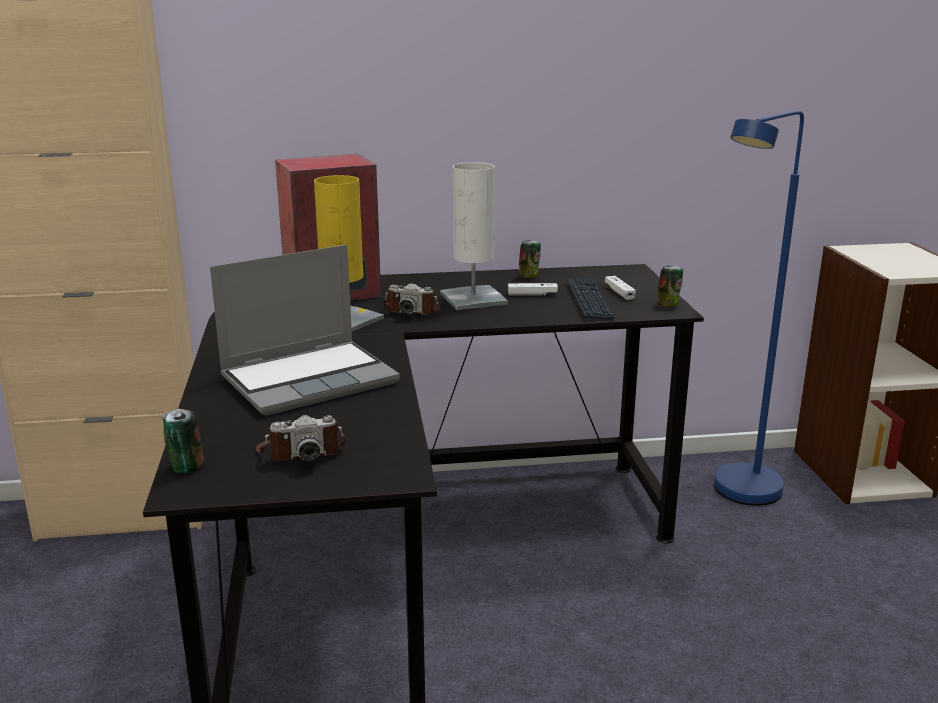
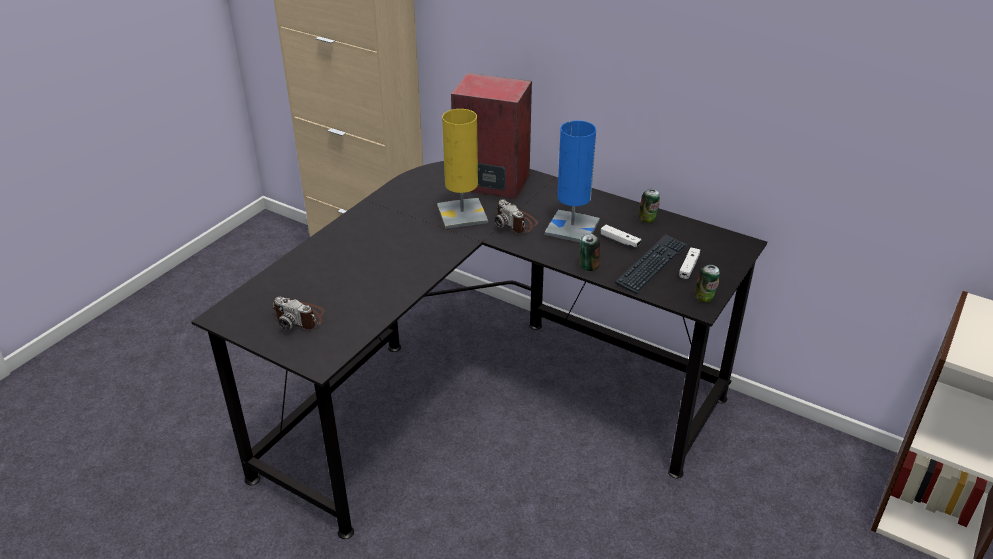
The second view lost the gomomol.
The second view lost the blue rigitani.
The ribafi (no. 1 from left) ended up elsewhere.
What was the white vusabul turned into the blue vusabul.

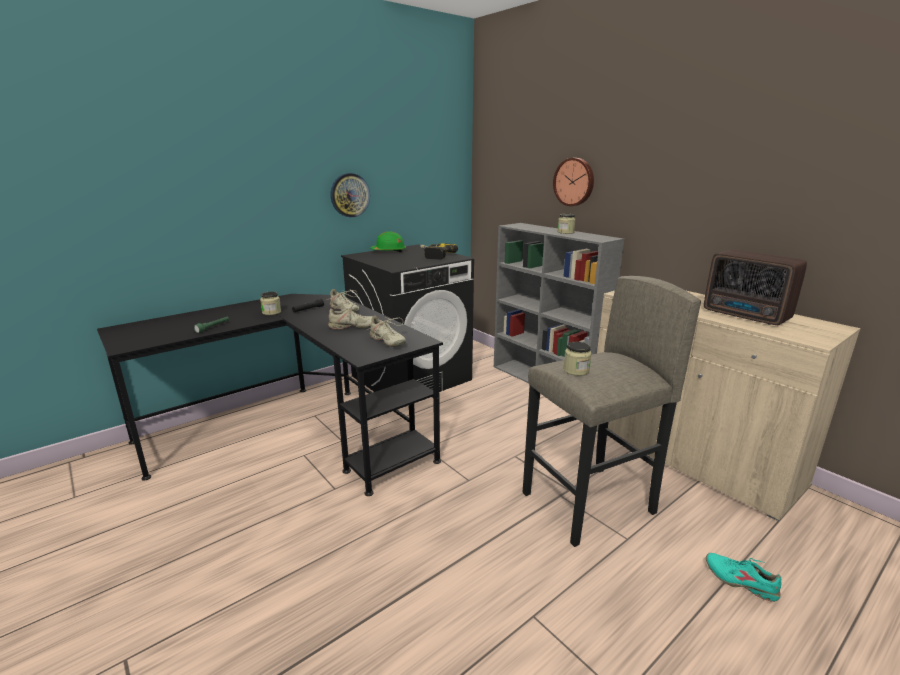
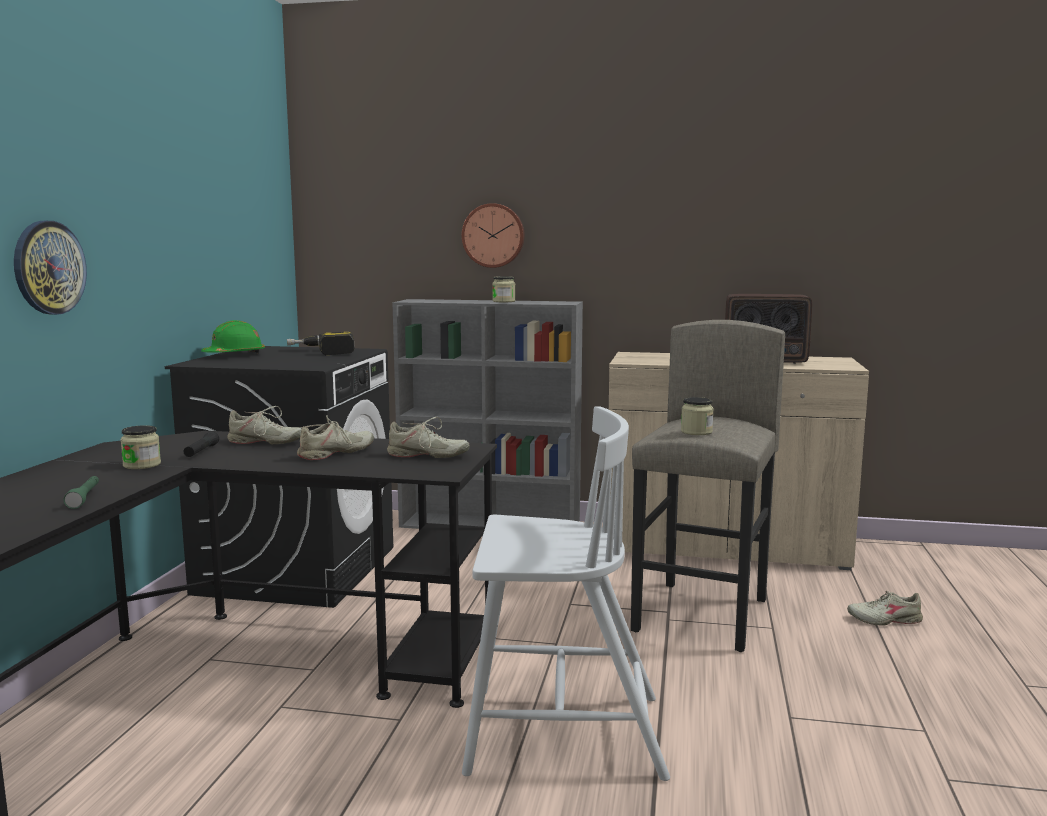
The second view gained the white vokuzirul.
The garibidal (no. 1 from left) ended up elsewhere.
What was the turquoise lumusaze turned into the beige lumusaze (no. 4 from left).

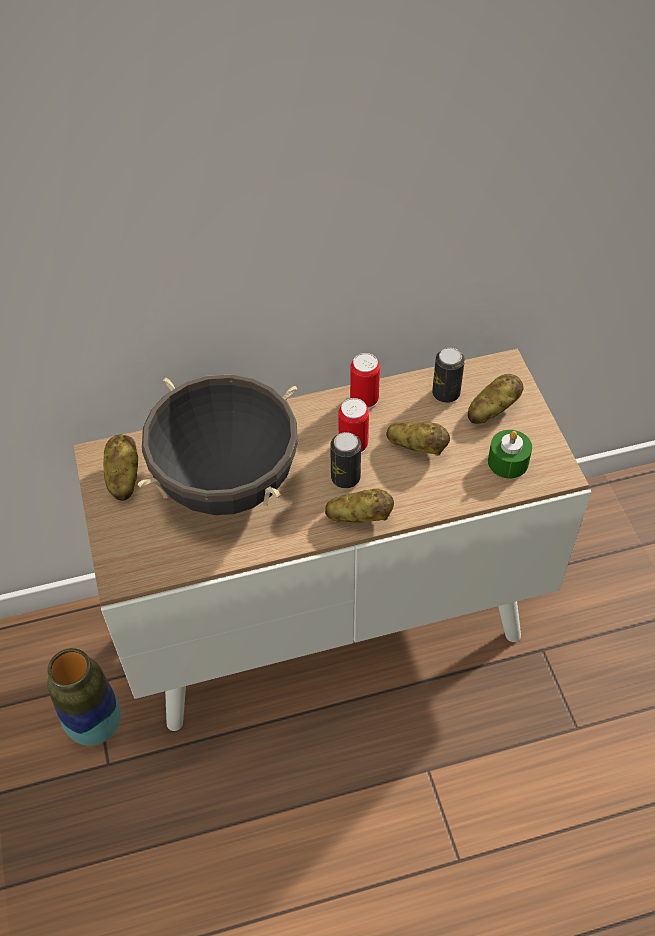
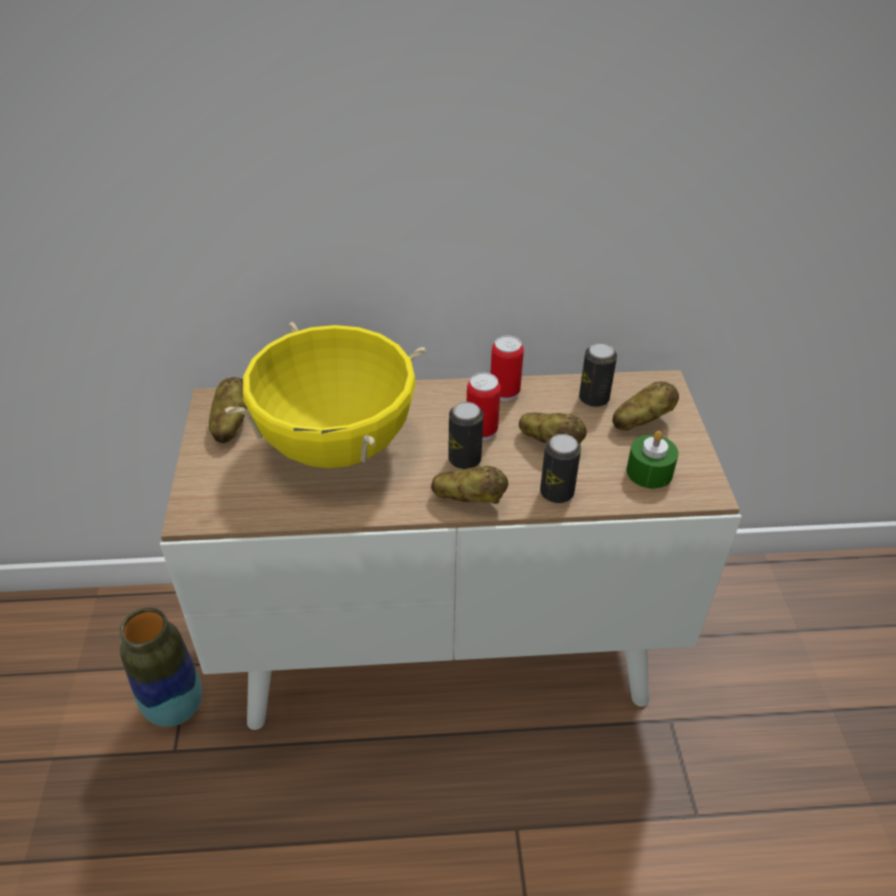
The second view gained the ribafi (no. 4 from left).
What was the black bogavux turned into the yellow bogavux.

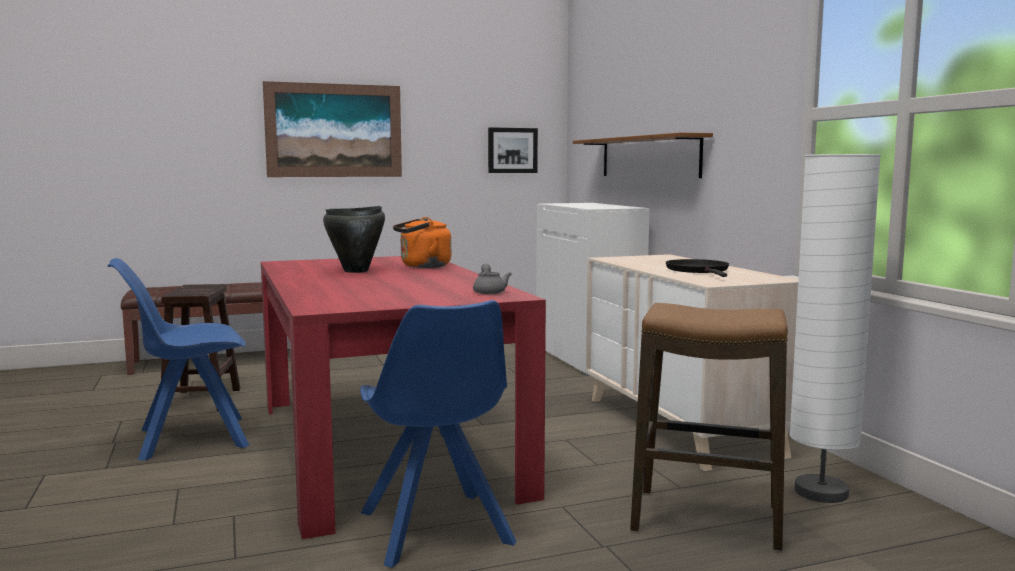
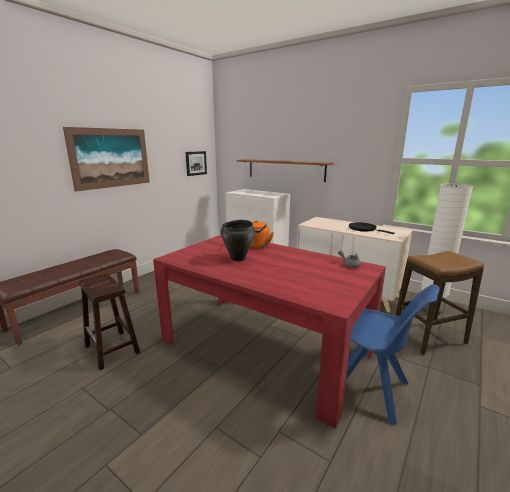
The second view lost the blue vokuzirul (no. 1 from left).

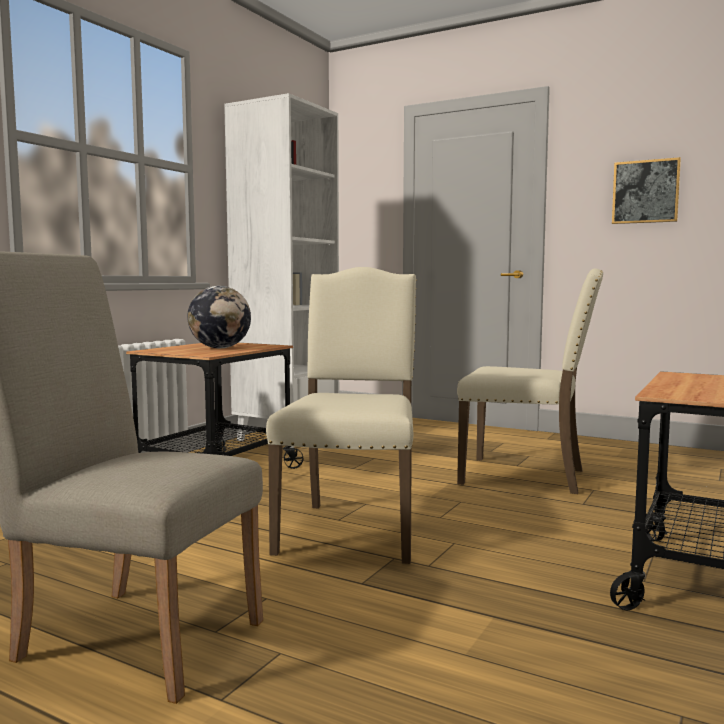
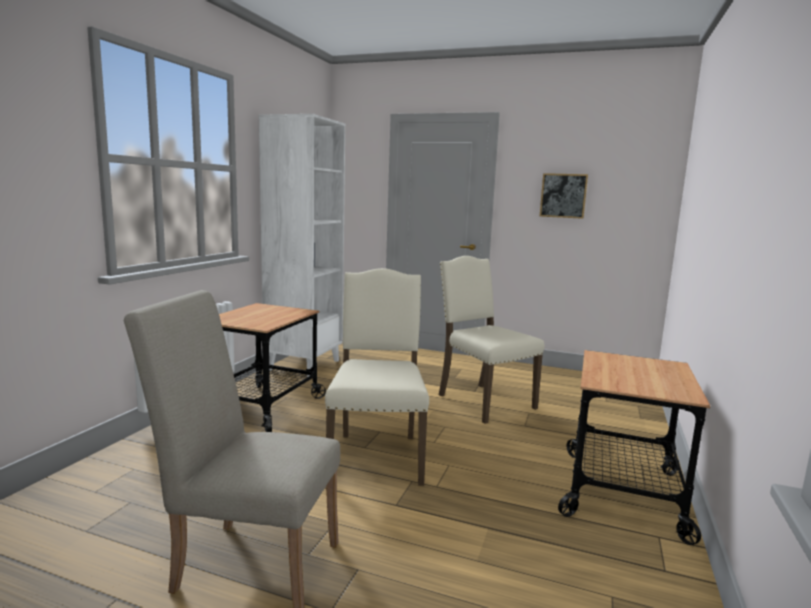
The second view lost the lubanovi.
The beige vokuzirul (no. 3 from left) ended up facing another way, 135 degrees counterclockwise from before.

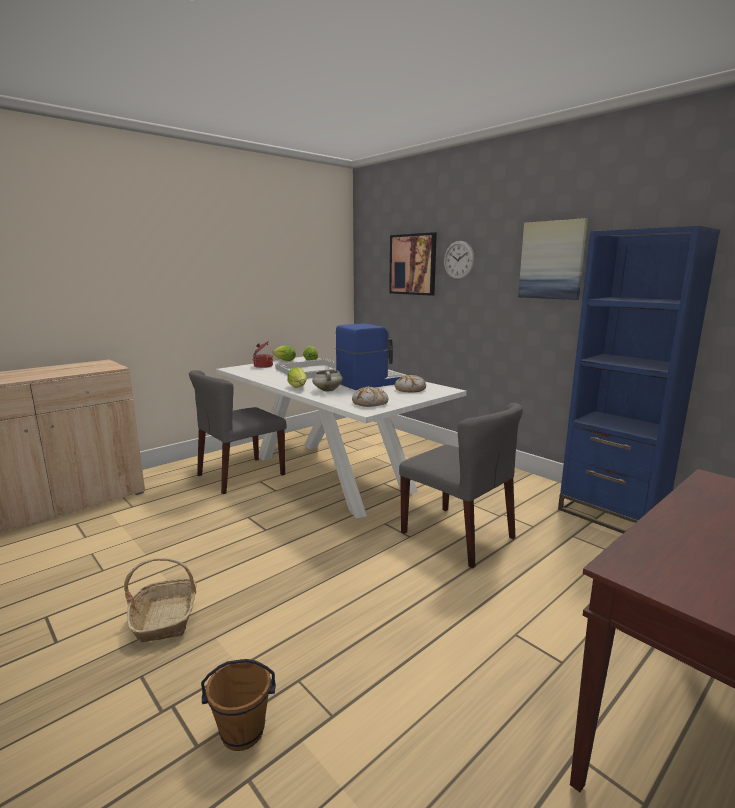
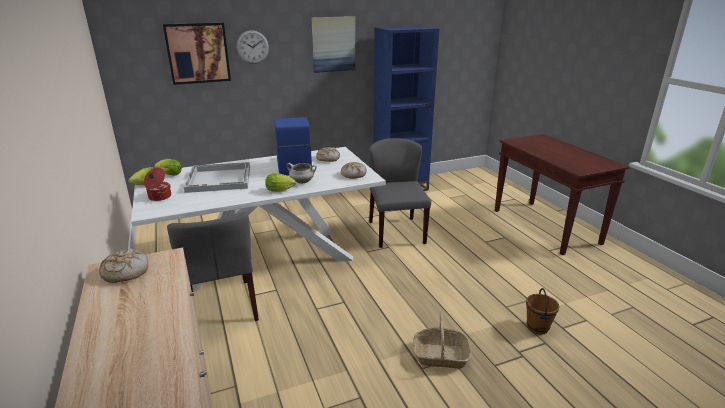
The second view gained the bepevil (no. 1 from left).
The grey vokuzirul (no. 2 from left) ended up facing another way, 75 degrees counterclockwise from before.

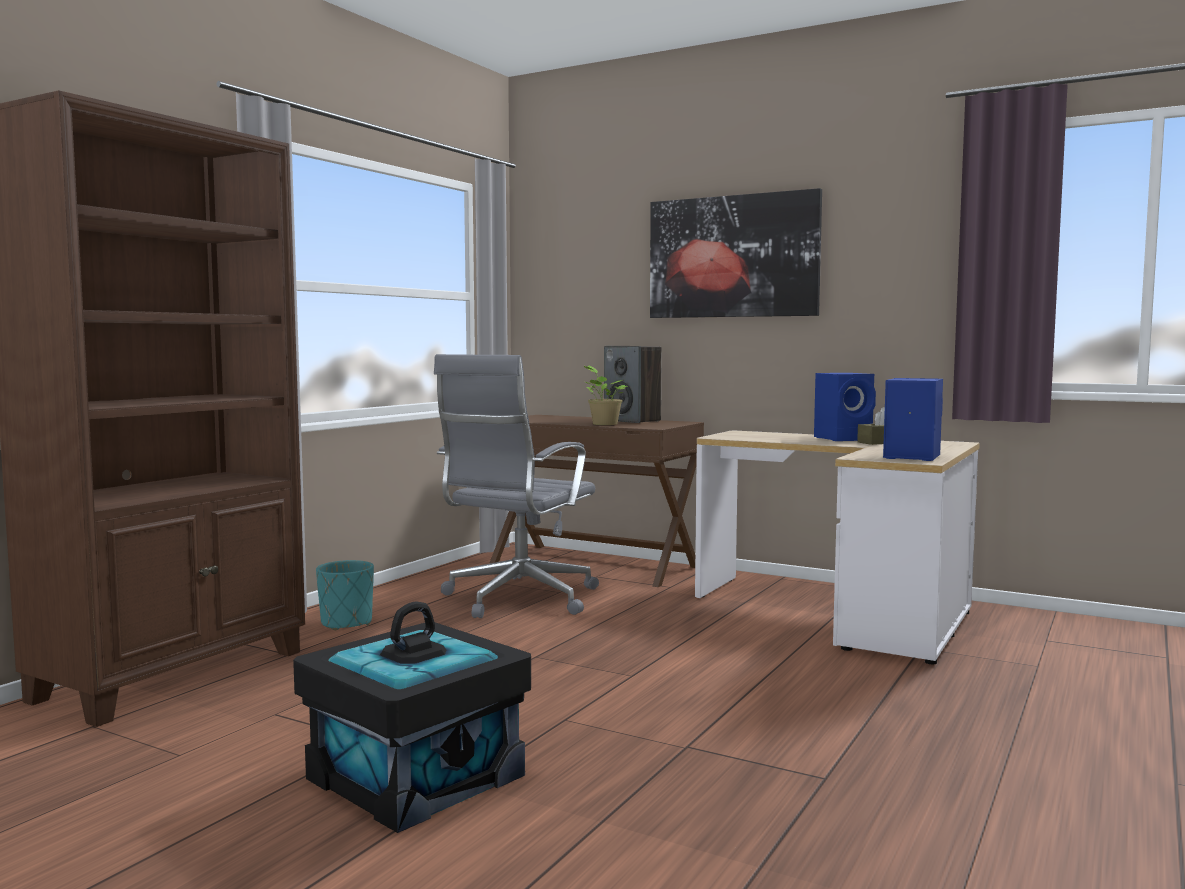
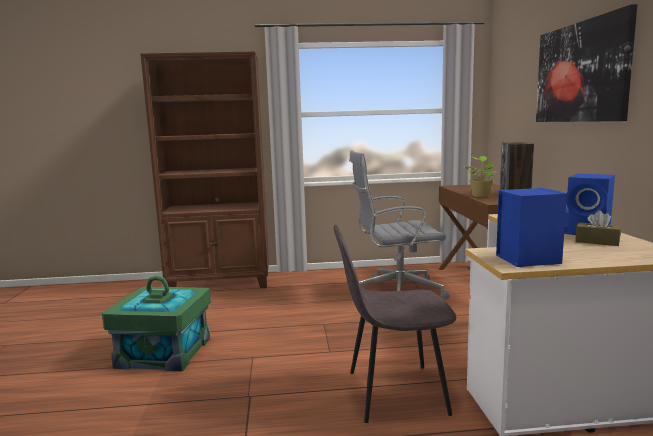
The second view lost the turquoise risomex.
The second view gained the grey vokuzirul.
What was the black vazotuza turned into the green vazotuza.

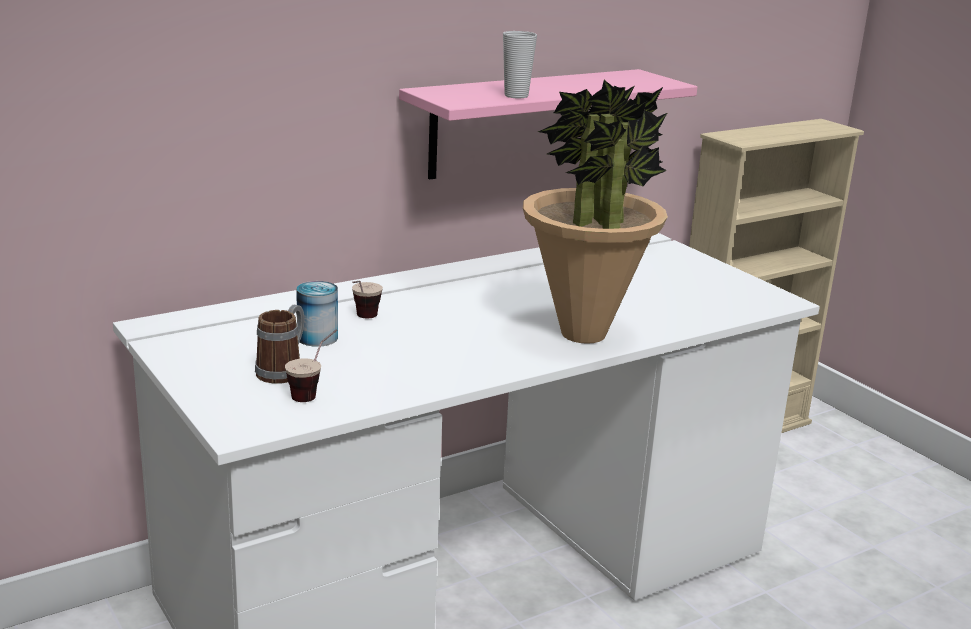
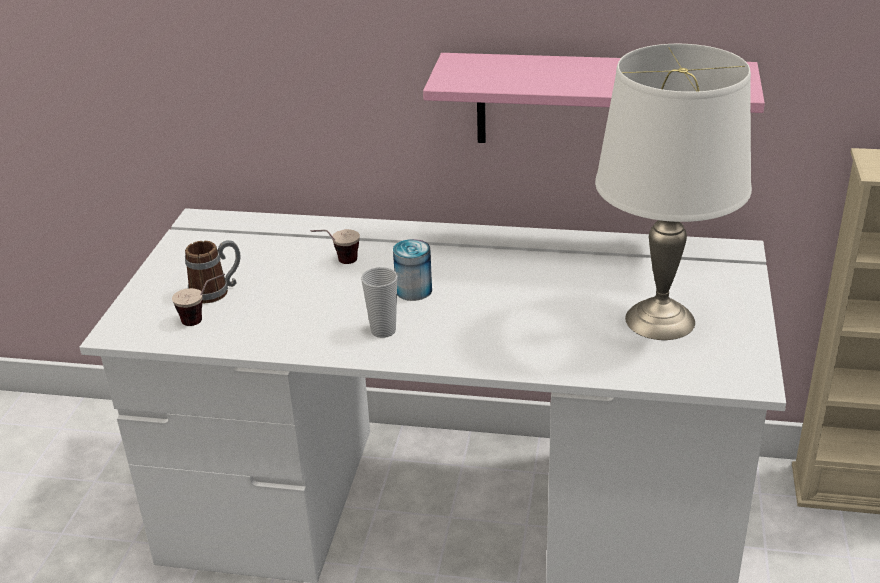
The second view lost the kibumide.
The second view gained the white vusabul.
The ribafi ended up elsewhere.
The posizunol (no. 3 from left) ended up elsewhere.

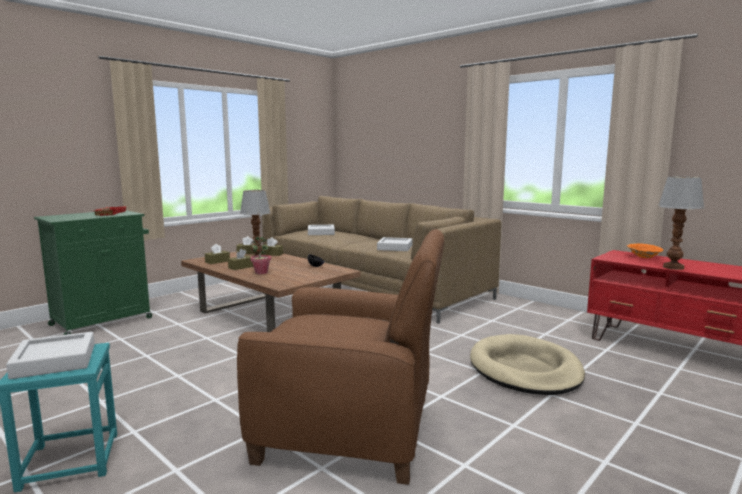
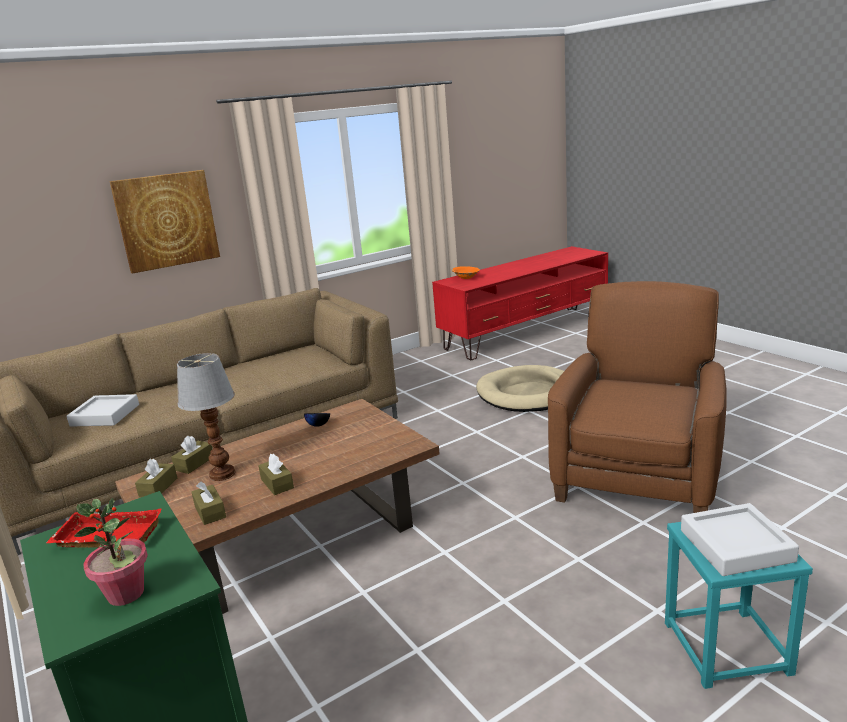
The second view lost the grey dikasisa (no. 3 from left).
The second view lost the vusabul (no. 2 from left).
The second view gained the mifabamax.
The kibumide ended up elsewhere.

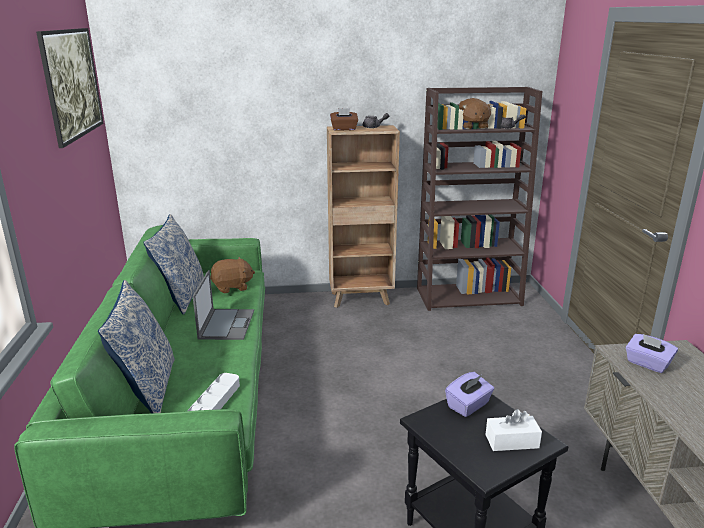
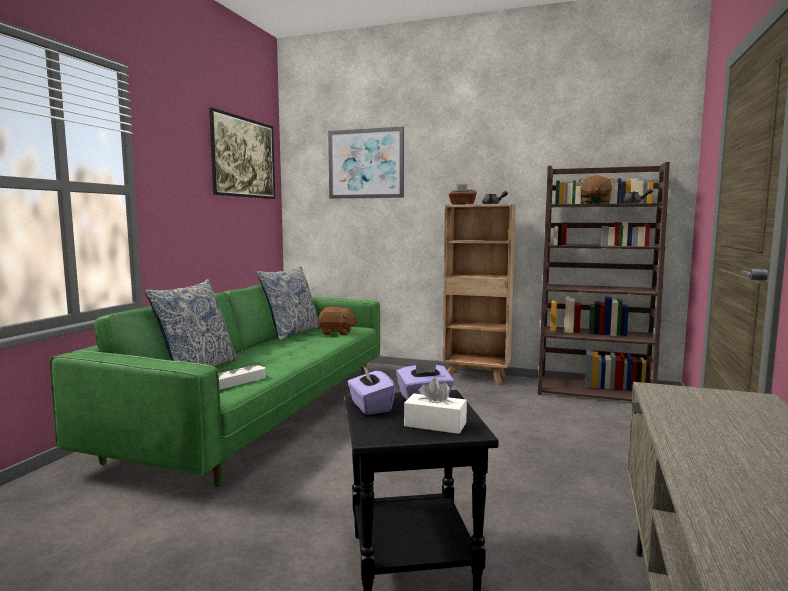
The second view lost the gomomol.
The second view gained the mifabamax (no. 2 from left).
The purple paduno (no. 2 from left in the first image) ended up elsewhere.

